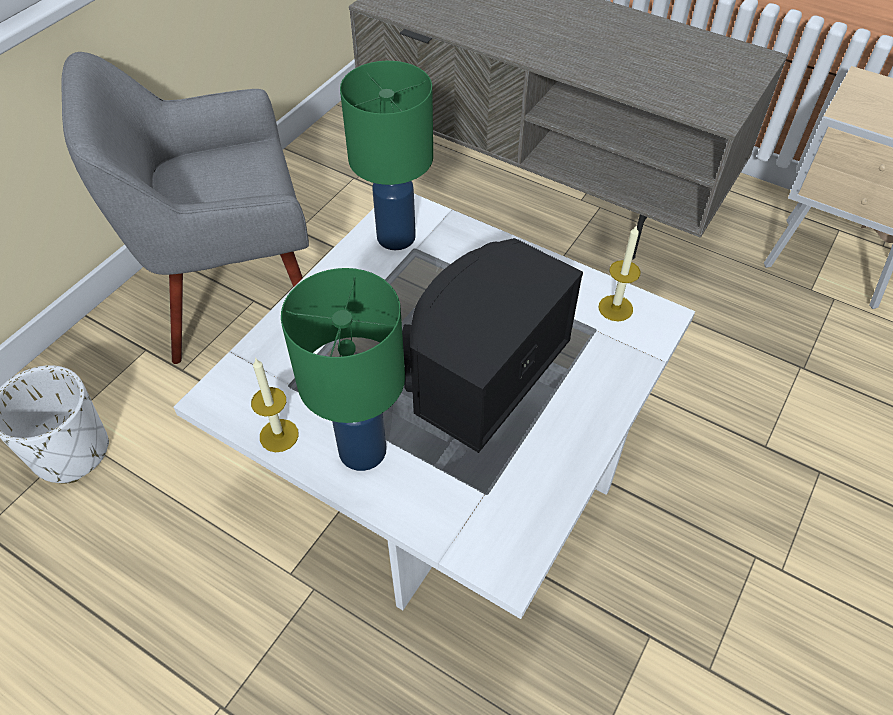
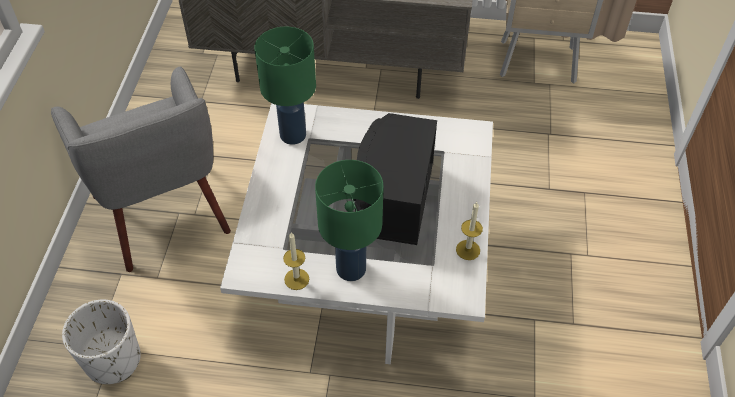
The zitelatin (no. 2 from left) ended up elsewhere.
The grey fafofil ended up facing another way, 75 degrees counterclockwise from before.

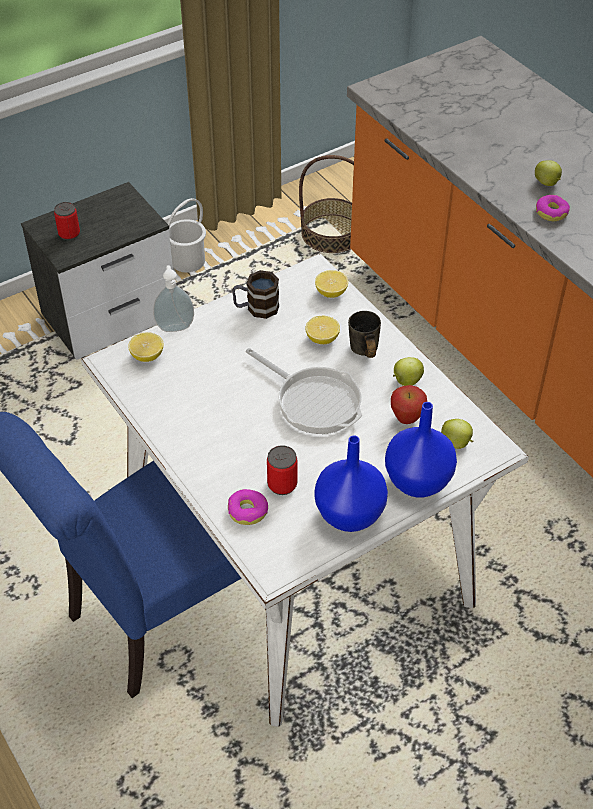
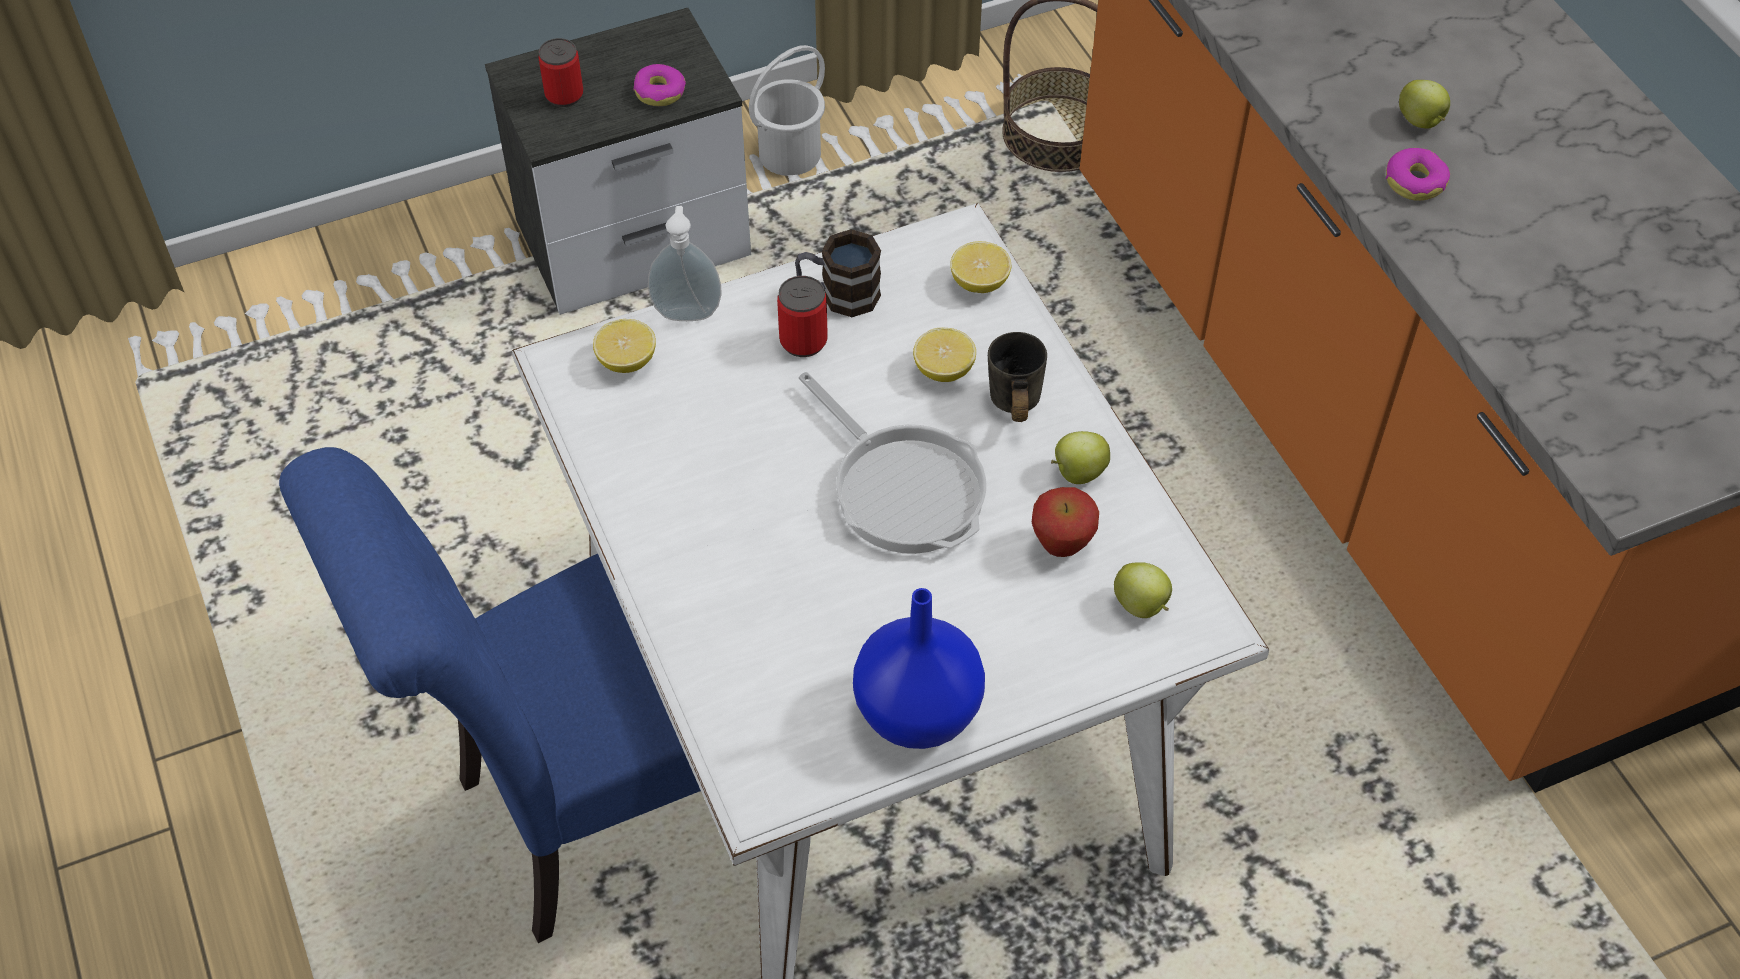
The second view lost the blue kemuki (no. 2 from left).
The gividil (no. 1 from left) ended up elsewhere.
The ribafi (no. 2 from left) ended up elsewhere.

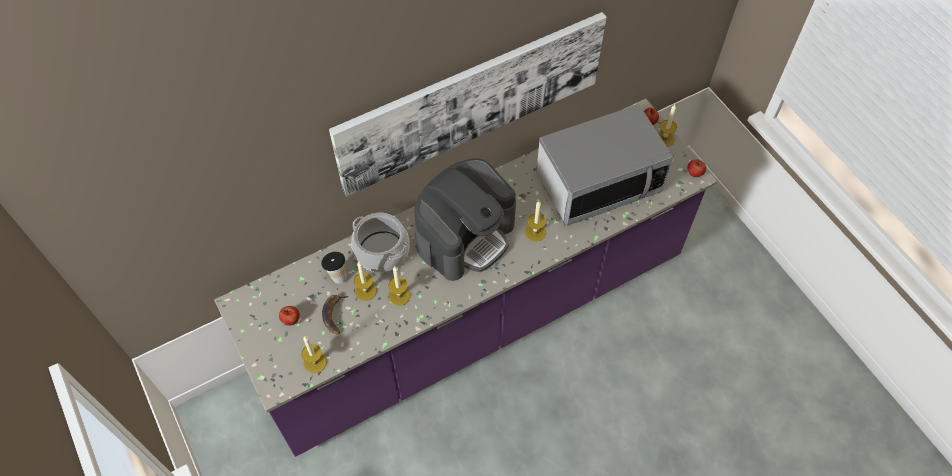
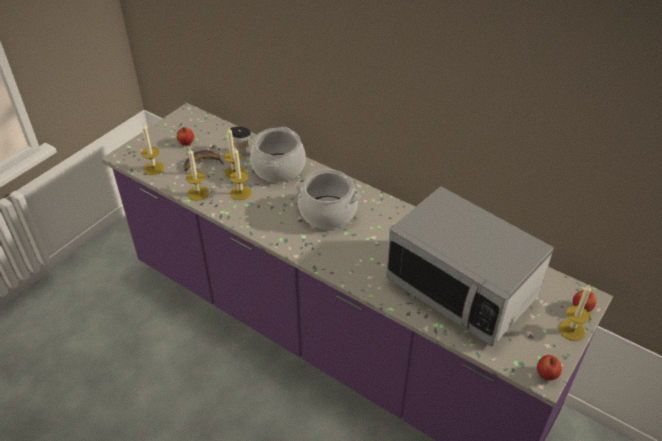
The second view lost the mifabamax.
The zitelatin (no. 4 from left in the first image) ended up elsewhere.
Where the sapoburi stood, the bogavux (no. 2 from left) came to stand.

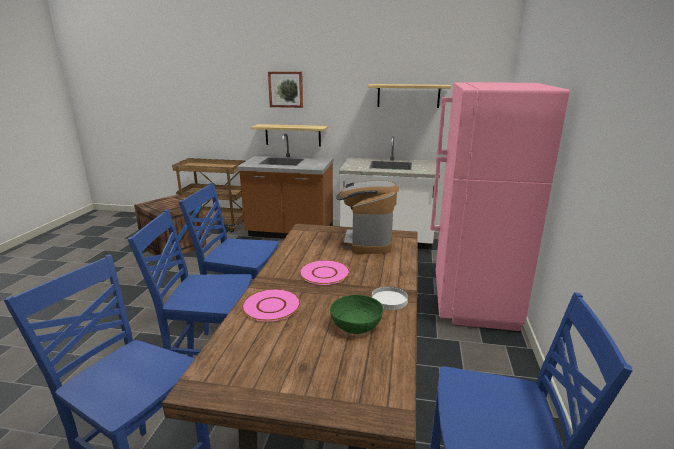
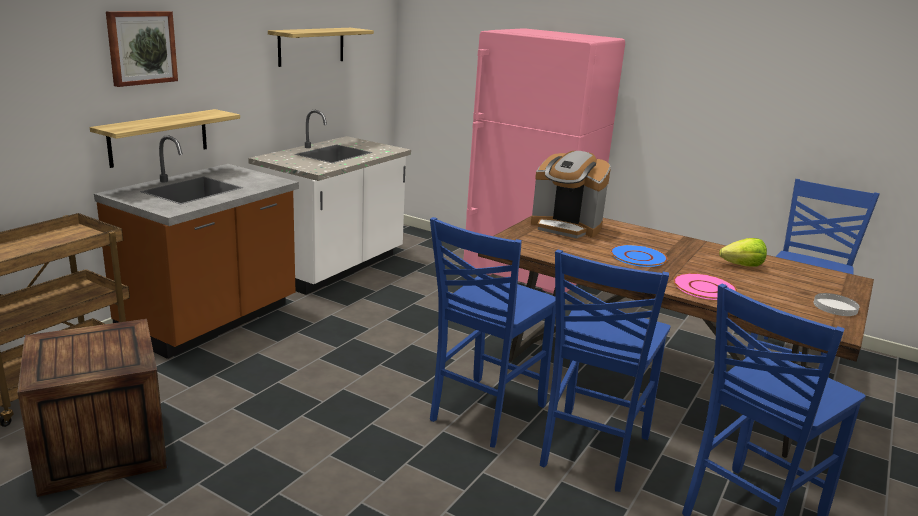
The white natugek ended up elsewhere.
Where the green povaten stood, the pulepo came to stand.
What was the pink natugek (no. 2 from left) turned into the blue natugek.

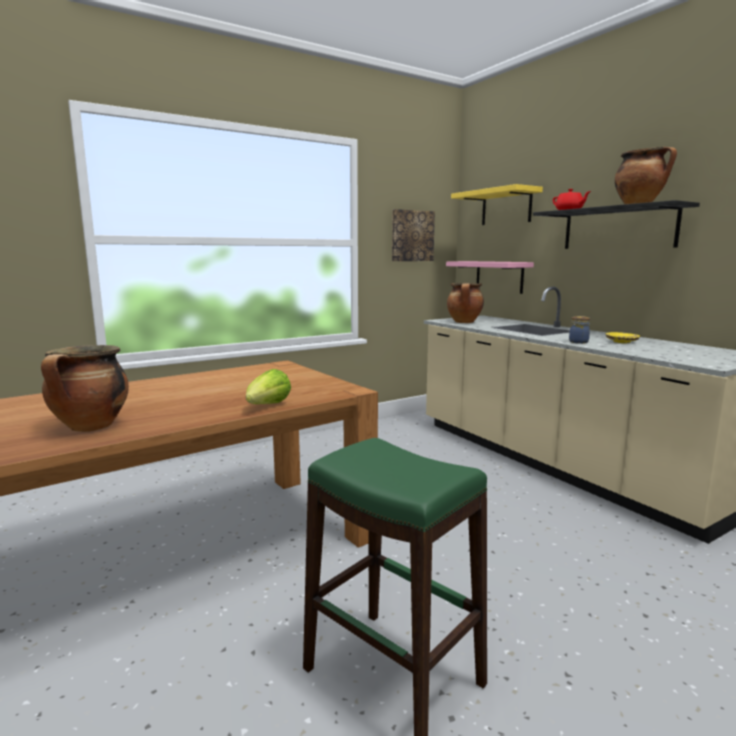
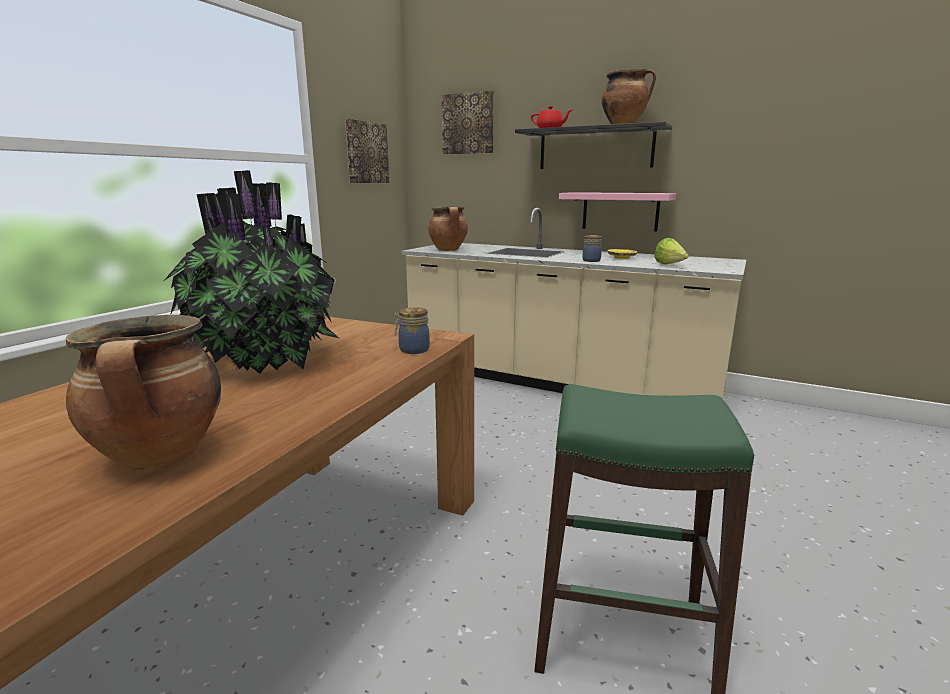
The second view gained the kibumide.
The second view gained the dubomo (no. 1 from left).
The pulepo ended up elsewhere.
The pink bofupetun ended up elsewhere.
Where the yellow bofupetun hung, the mifabamax (no. 2 from left) came to hang.

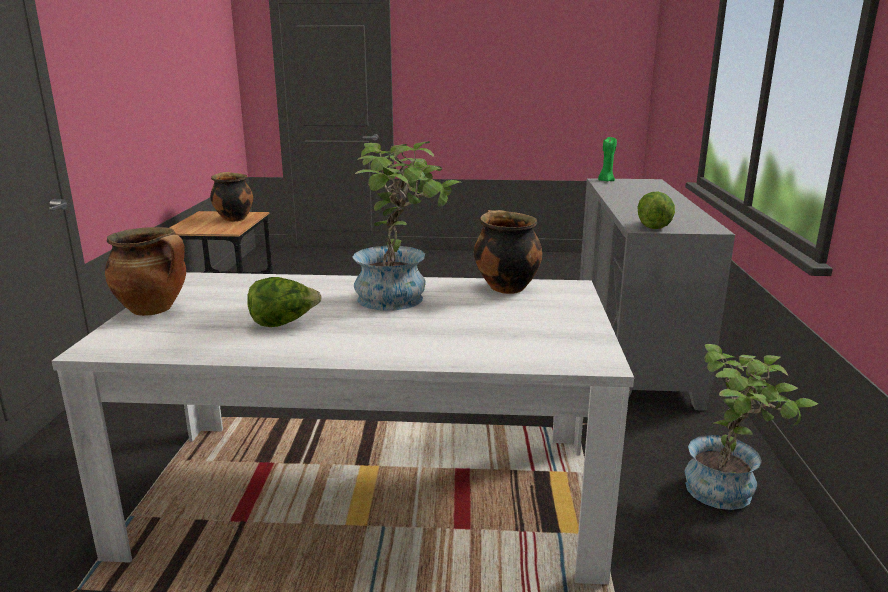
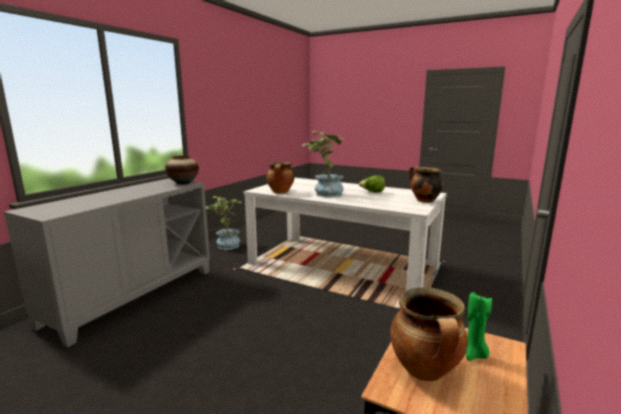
The green zitelatin ended up elsewhere.
Where the pulepo (no. 2 from left) stood, the kemuki came to stand.

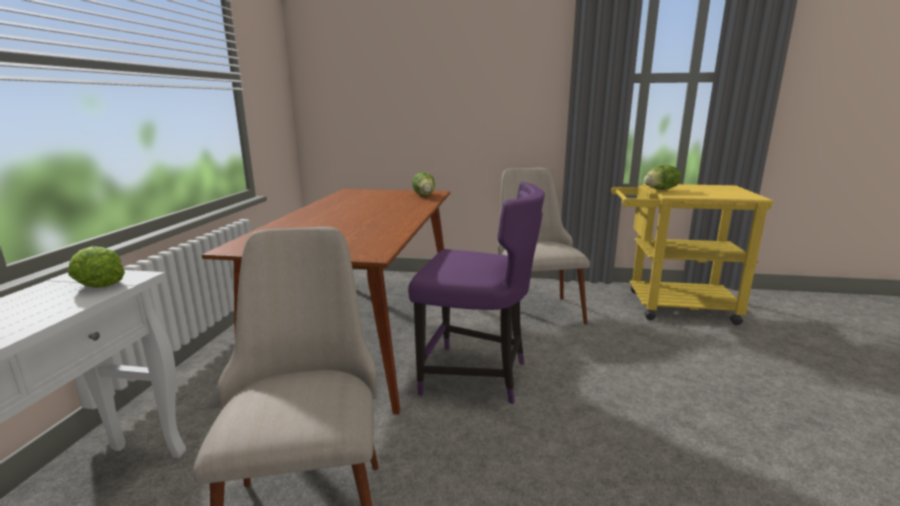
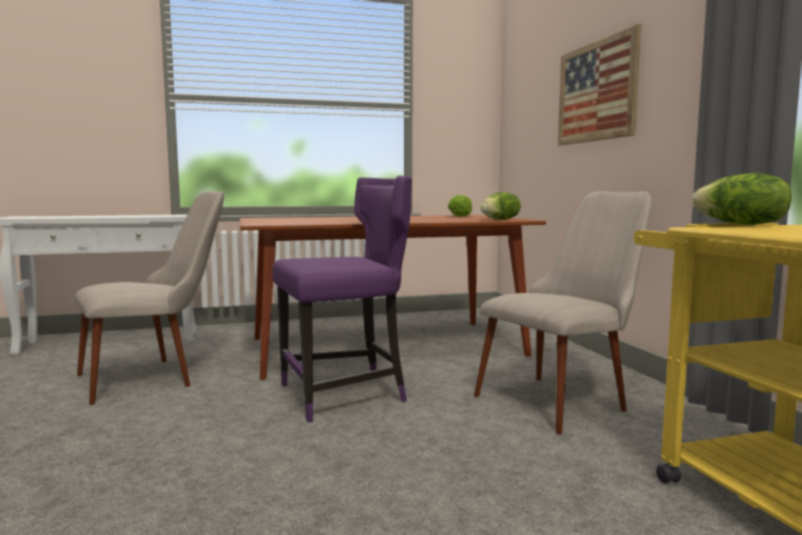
The second view gained the mifabamax.
The pulepo (no. 1 from left) ended up elsewhere.
The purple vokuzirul ended up facing another way, 105 degrees counterclockwise from before.

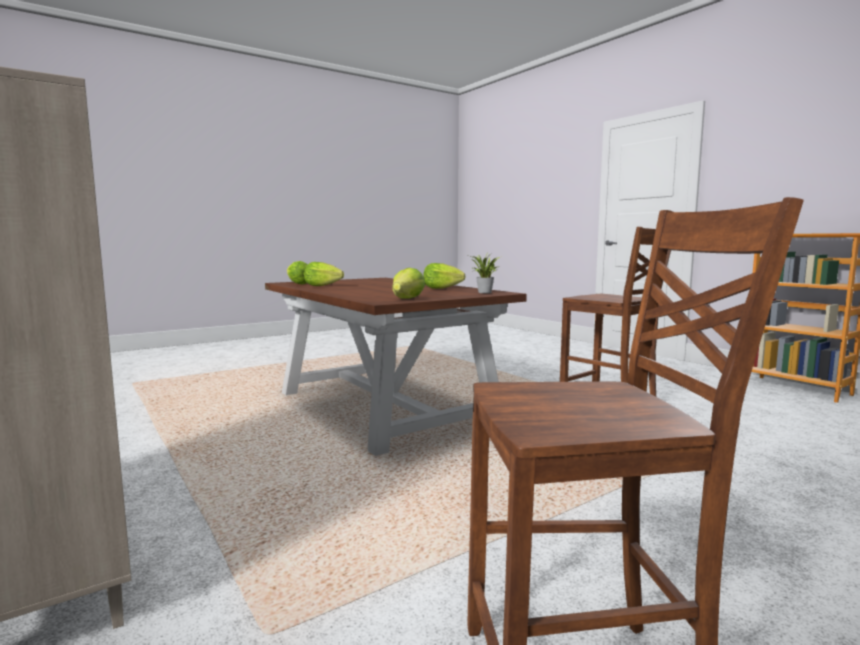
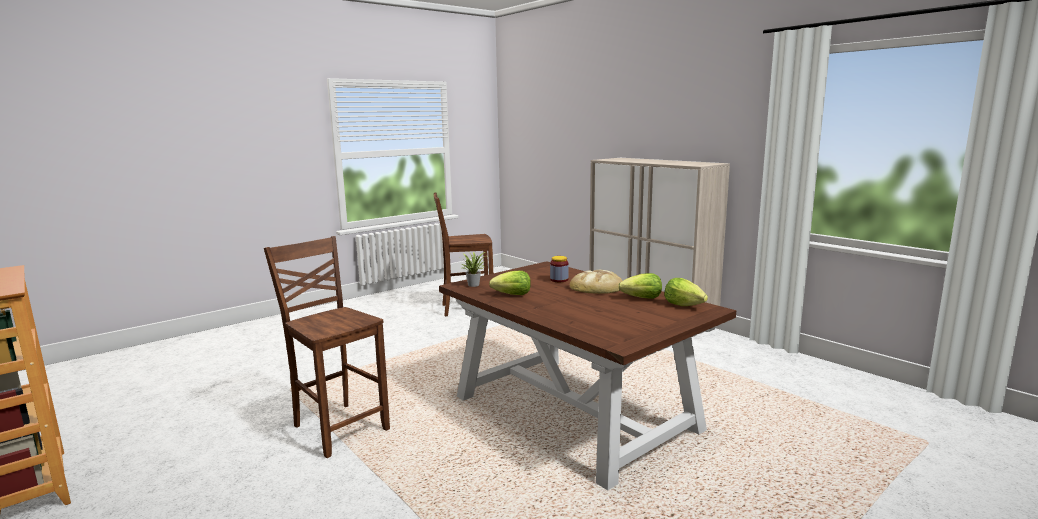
The second view lost the pulepo (no. 3 from left).
The second view gained the dubomo.
The second view gained the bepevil.

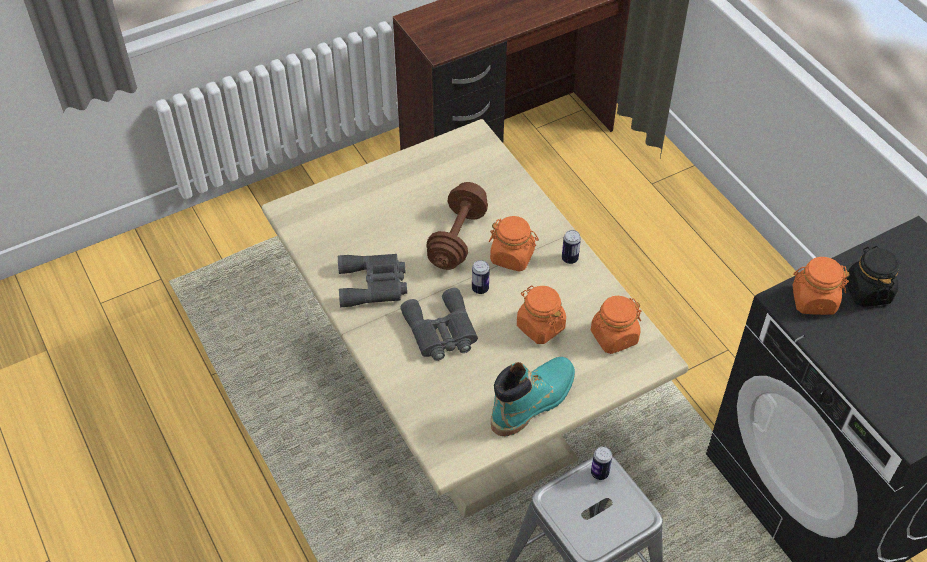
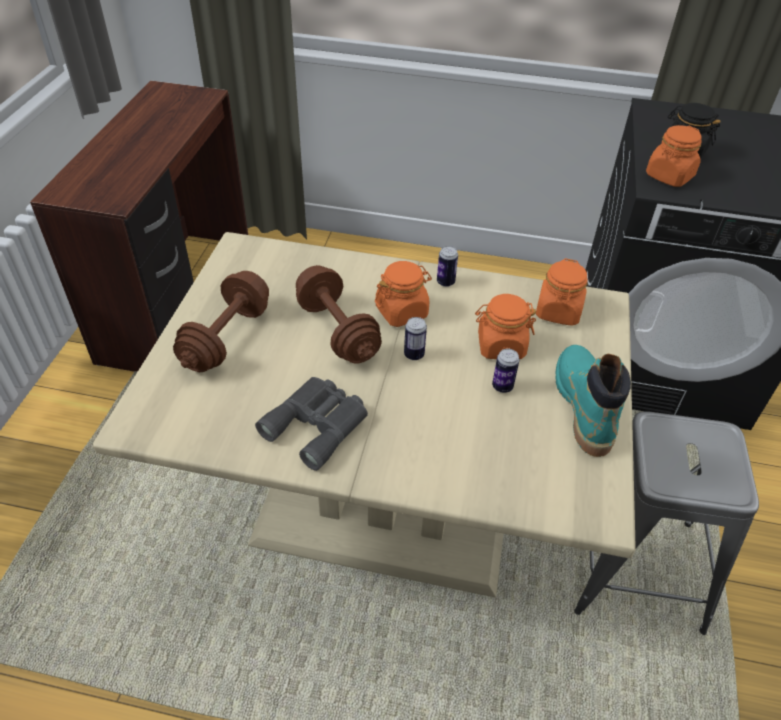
The second view lost the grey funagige (no. 2 from left).
The second view gained the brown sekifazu (no. 1 from left).
The ribafi (no. 3 from left) ended up elsewhere.

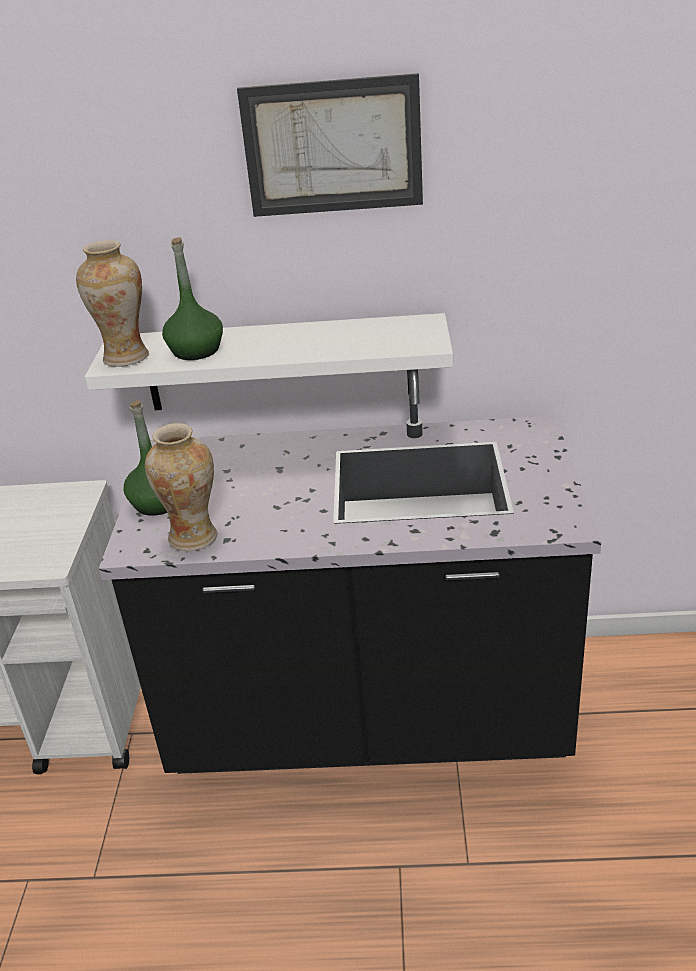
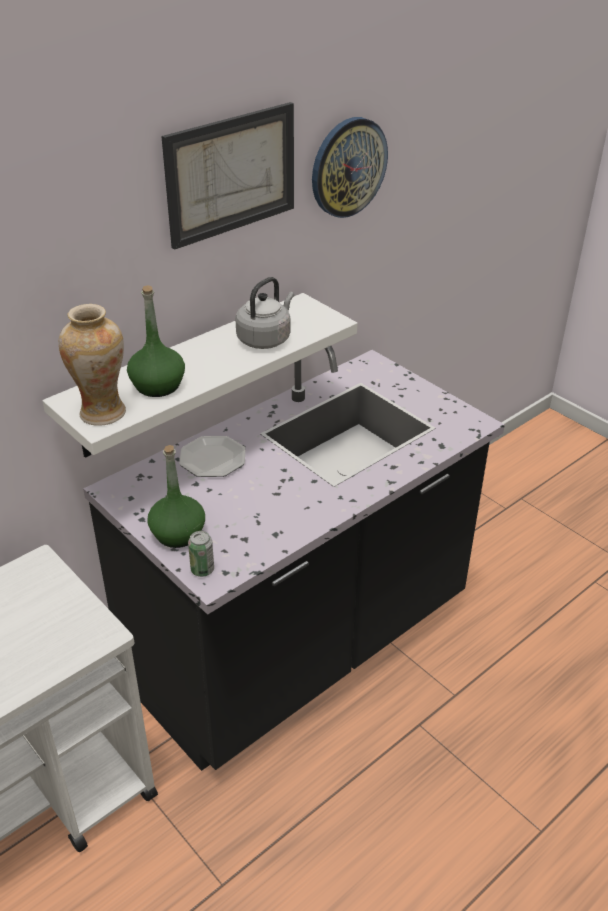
The second view lost the kemuki (no. 2 from left).
The second view gained the natugek.
The second view gained the ribafi.
The second view gained the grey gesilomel.
The second view gained the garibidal.

